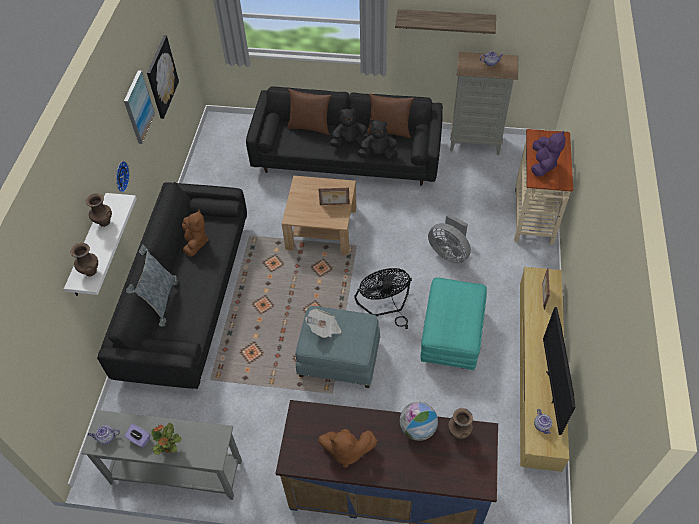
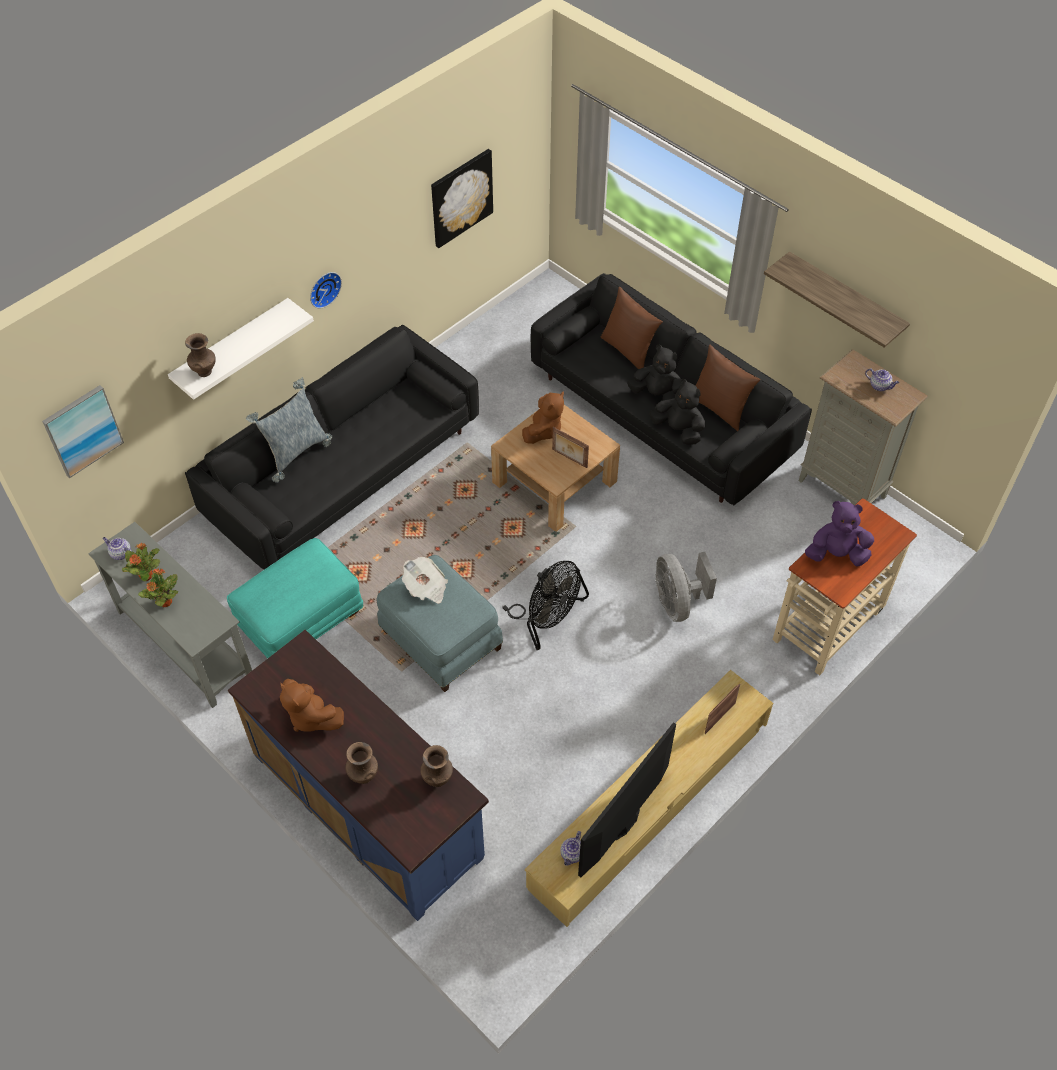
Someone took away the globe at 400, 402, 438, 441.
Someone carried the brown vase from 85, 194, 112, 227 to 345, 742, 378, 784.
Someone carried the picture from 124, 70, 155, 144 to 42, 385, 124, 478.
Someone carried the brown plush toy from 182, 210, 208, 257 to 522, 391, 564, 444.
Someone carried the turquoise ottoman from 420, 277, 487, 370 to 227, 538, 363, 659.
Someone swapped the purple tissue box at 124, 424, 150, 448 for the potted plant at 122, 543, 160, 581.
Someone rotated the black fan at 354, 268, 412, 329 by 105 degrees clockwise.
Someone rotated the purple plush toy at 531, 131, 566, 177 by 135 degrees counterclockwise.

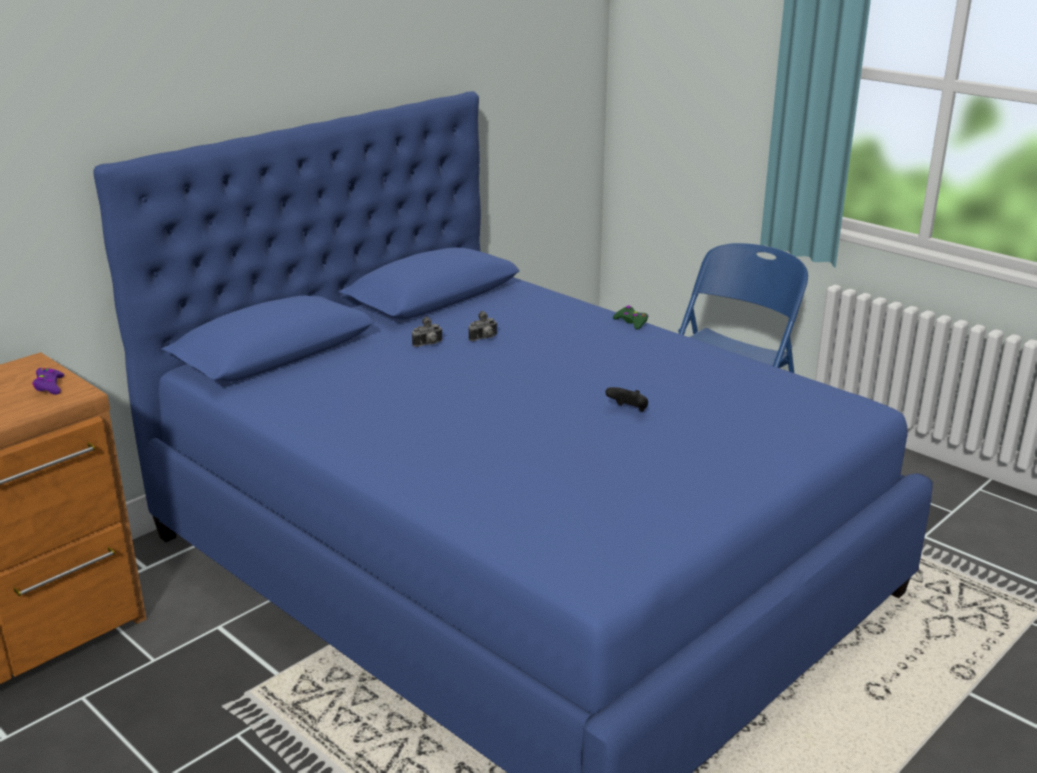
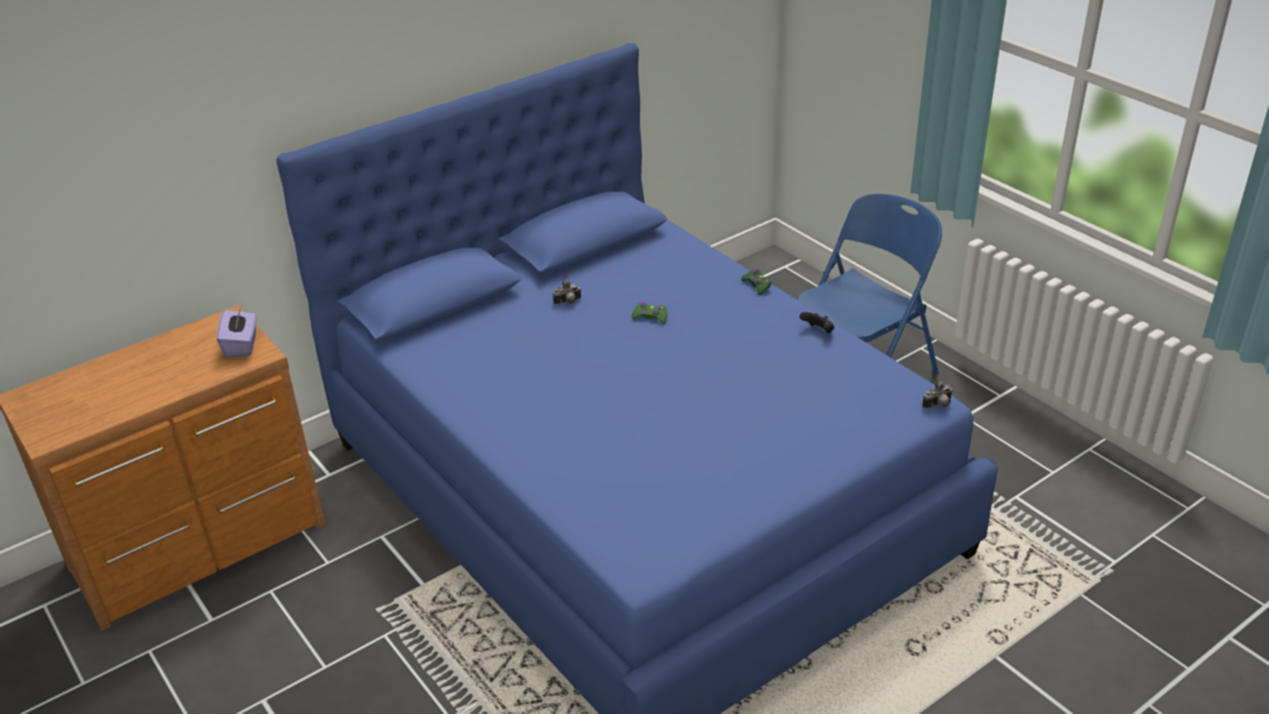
Someone put down the green game controller at 632, 302, 667, 324.
Someone carried the photo camera from 469, 311, 497, 341 to 922, 378, 953, 409.
Someone carried the black game controller from 605, 387, 648, 411 to 799, 312, 834, 333.
Someone swapped the purple game controller at 33, 368, 64, 395 for the purple tissue box at 217, 308, 257, 358.

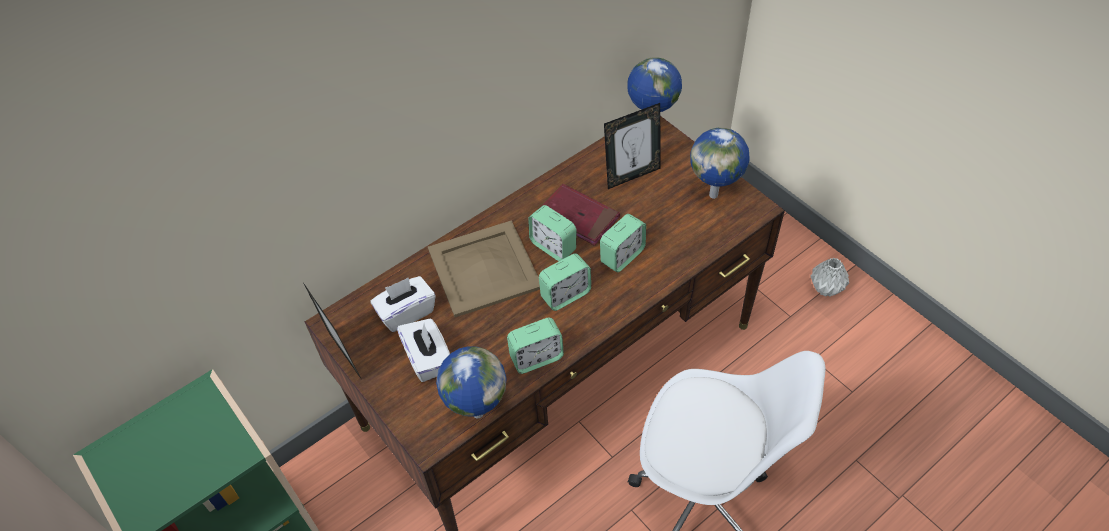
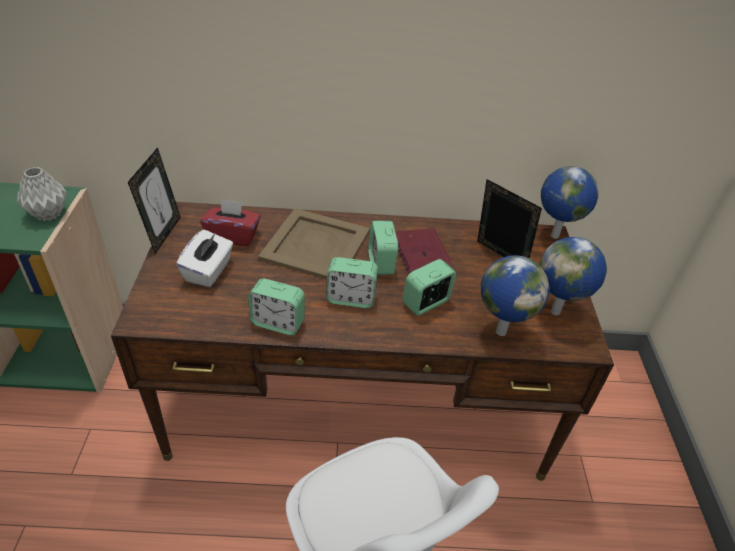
Someone carried the globe from 436, 346, 506, 418 to 481, 255, 549, 336.
Someone carried the grey vase from 811, 258, 849, 297 to 17, 167, 67, 221.
Someone repainted the white tissue box at 370, 276, 436, 332, which became the red tissue box at 200, 199, 261, 246.
Someone rotated the alarm clock at 600, 214, 646, 273 by 150 degrees clockwise.
Someone rotated the picture frame at 604, 103, 661, 189 by 150 degrees counterclockwise.

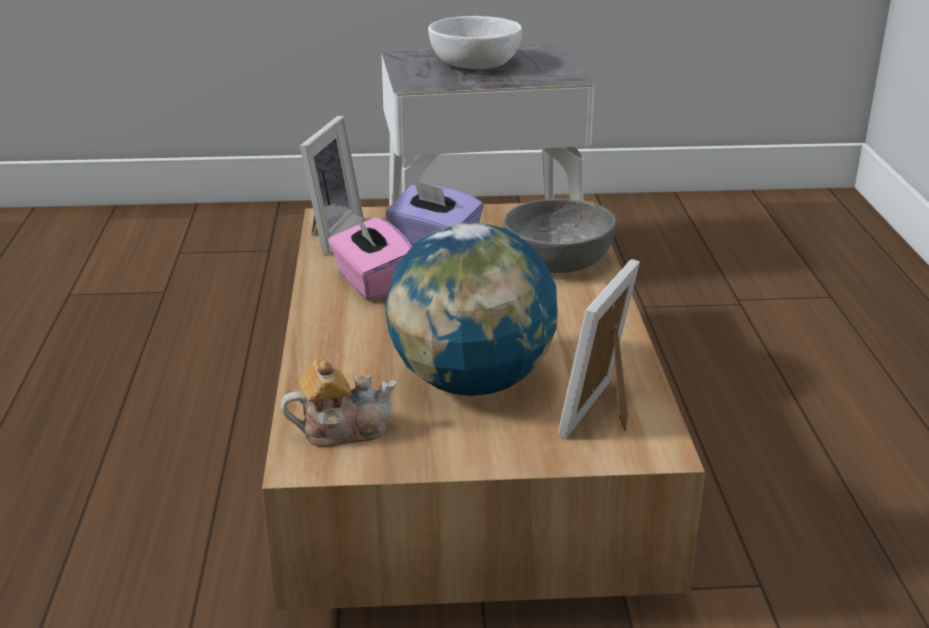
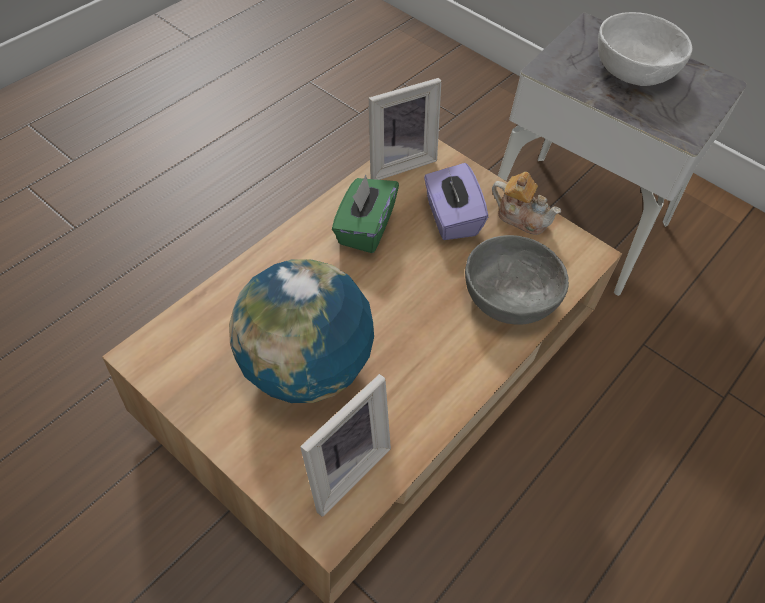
Someone carried the teapot from 281, 359, 398, 447 to 492, 172, 561, 235.
Someone repainted the pink tissue box at 329, 213, 412, 300, which became the green tissue box at 332, 175, 399, 253.
Someone rotated the picture frame at 557, 259, 640, 439 by 150 degrees clockwise.

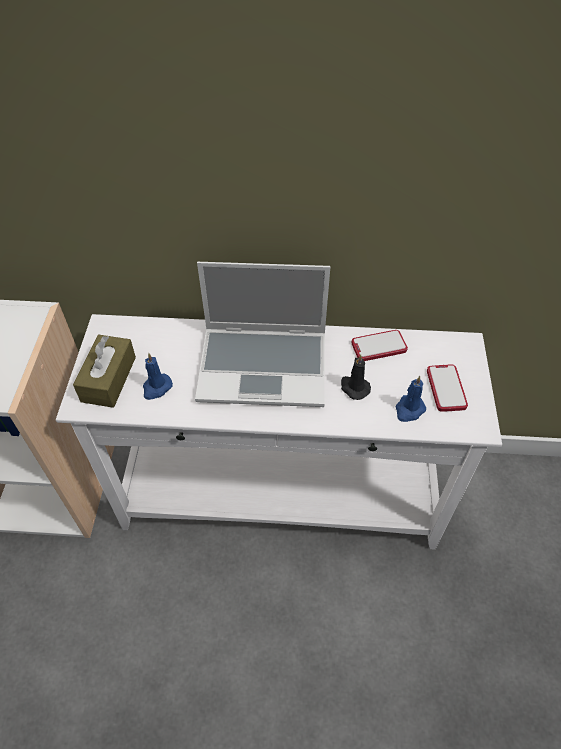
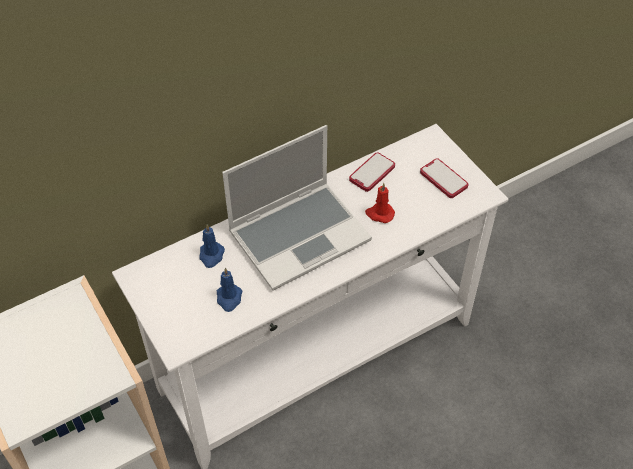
Someone took away the brown tissue box at 73, 335, 136, 408.
Someone carried the blue candle from 396, 376, 426, 422 to 199, 224, 225, 268.
Someone repainted the black candle at 341, 354, 371, 400, which became the red candle at 365, 183, 395, 223.

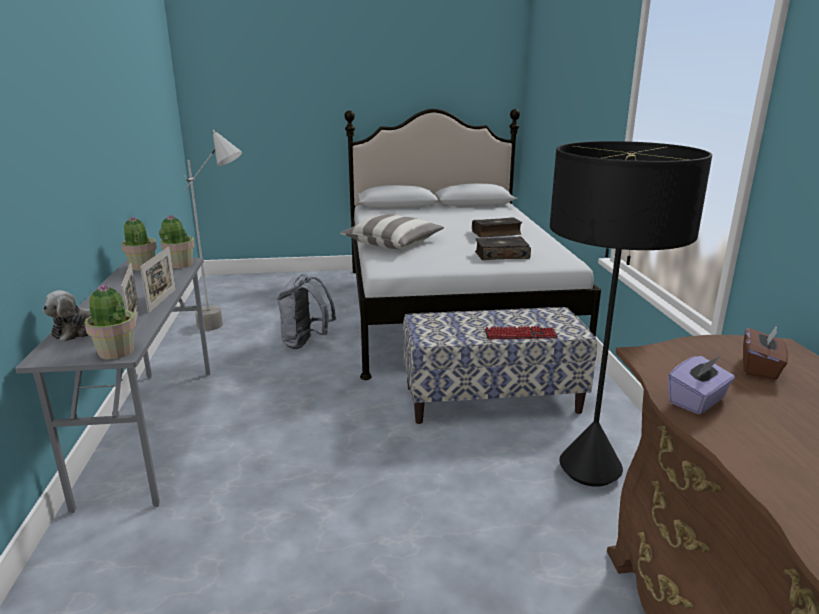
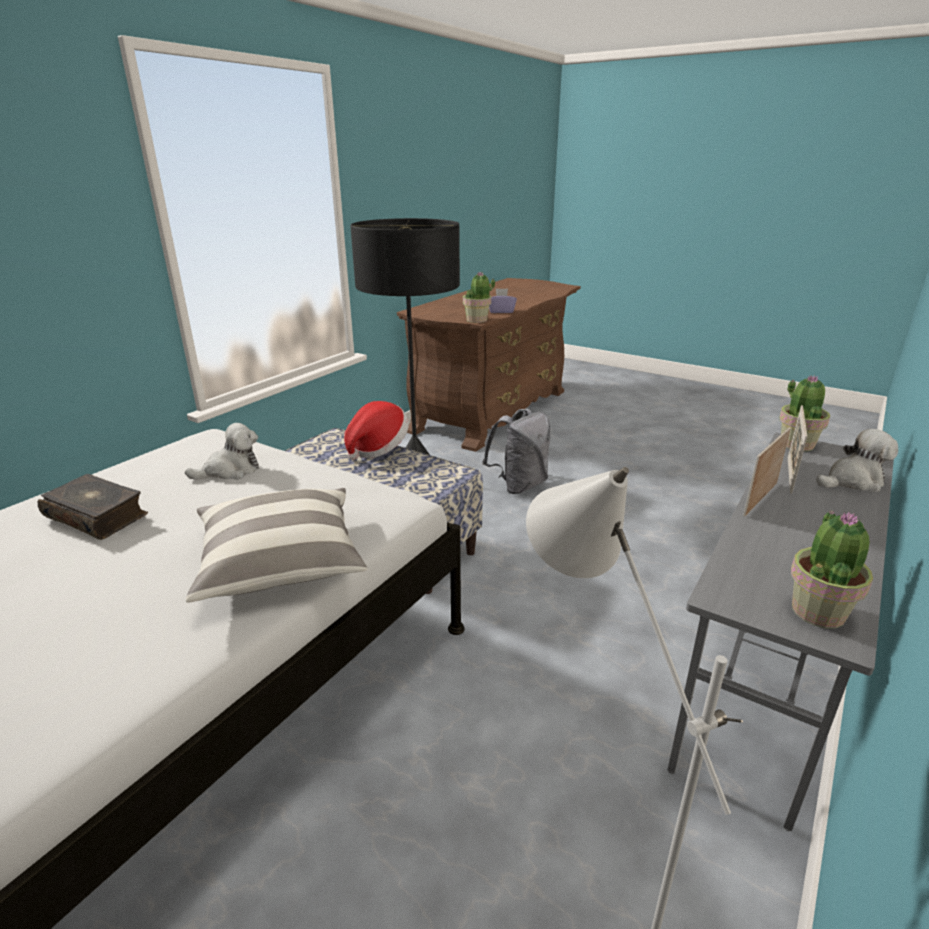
Someone took away the brown tissue box at 743, 325, 788, 380.
Someone carried the potted plant from 159, 215, 195, 269 to 463, 272, 495, 323.
Someone carried the grey backpack from 277, 274, 336, 349 to 482, 409, 551, 494.
Someone swapped the book at 475, 236, 531, 260 for the plush toy at 185, 423, 259, 480.
Someone swapped the keyboard at 485, 326, 558, 339 for the hat at 344, 401, 409, 460.

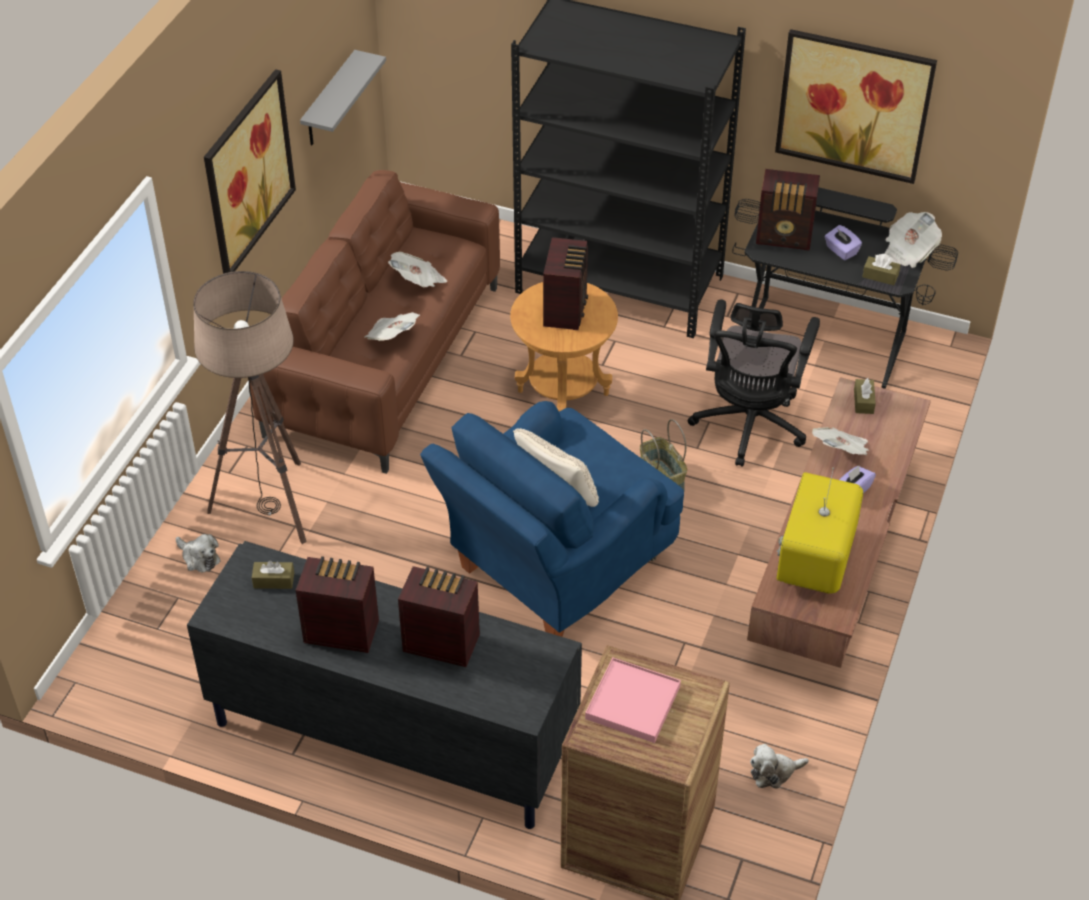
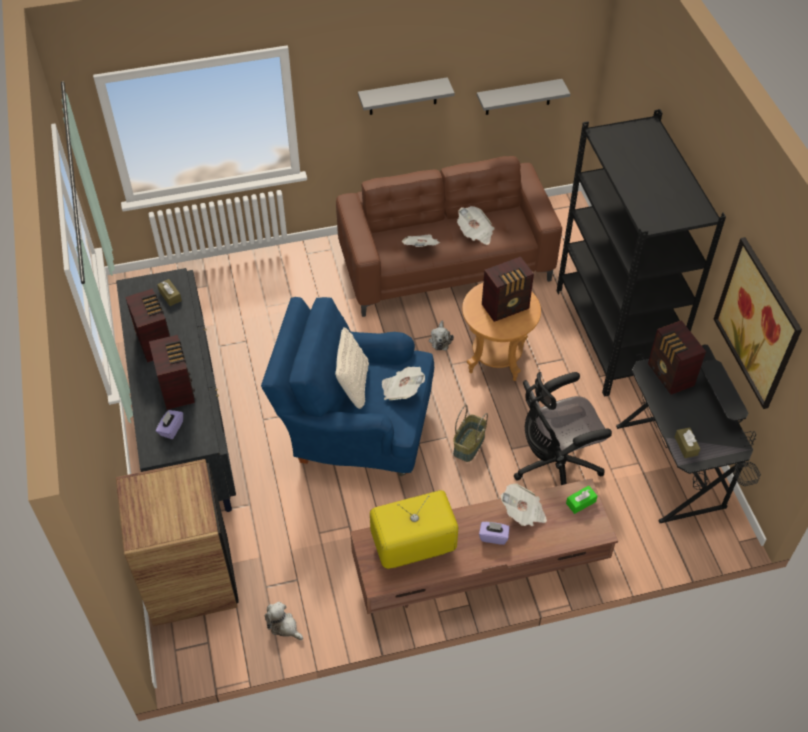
Someone took away the floor lamp at 193, 271, 307, 544.
Someone took away the pink tray at 585, 657, 681, 743.
Someone carried the plush toy from 176, 534, 221, 573 to 429, 321, 454, 350.
Someone carried the purple tissue box from 824, 225, 862, 260 to 156, 410, 183, 439.
Someone carried the newspaper from 884, 212, 942, 268 to 382, 367, 425, 400.
Someone swapped the picture at 204, 69, 296, 274 for the grey shelf at 358, 77, 455, 115.
Someone repainted the brown tissue box at 854, 378, 876, 414, which became the green tissue box at 566, 486, 597, 514.

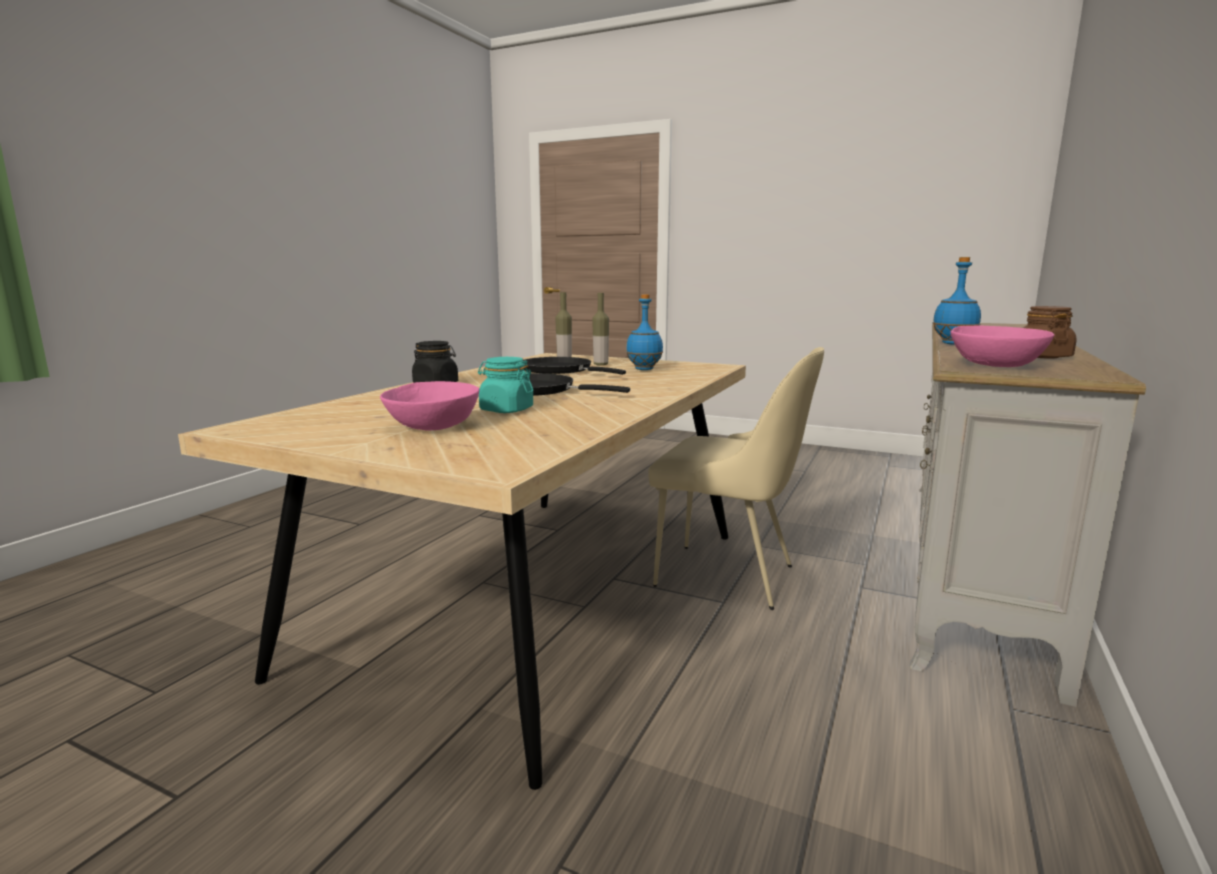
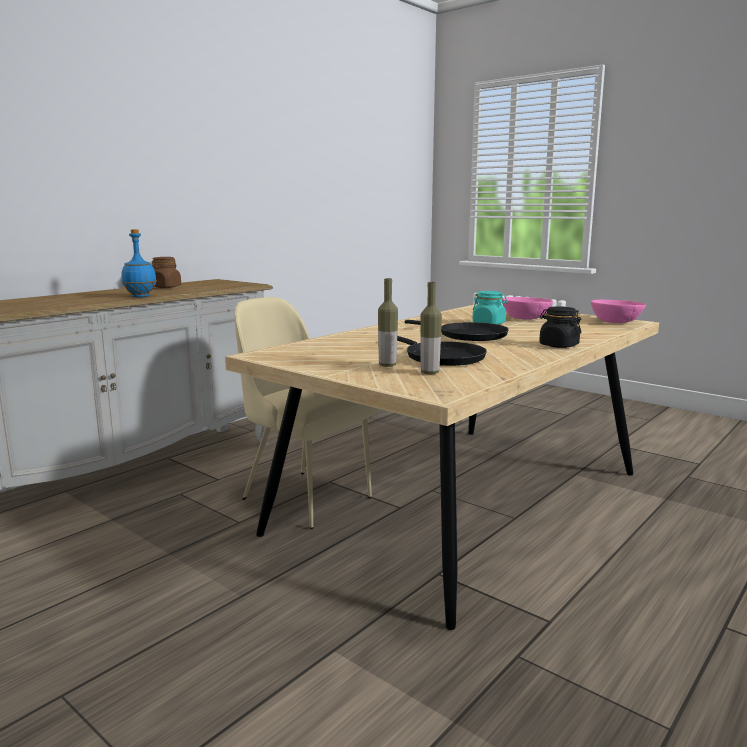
Someone took away the blue bottle at 626, 294, 663, 370.
Someone carried the pink bowl from 951, 326, 1054, 367 to 591, 300, 646, 323.

